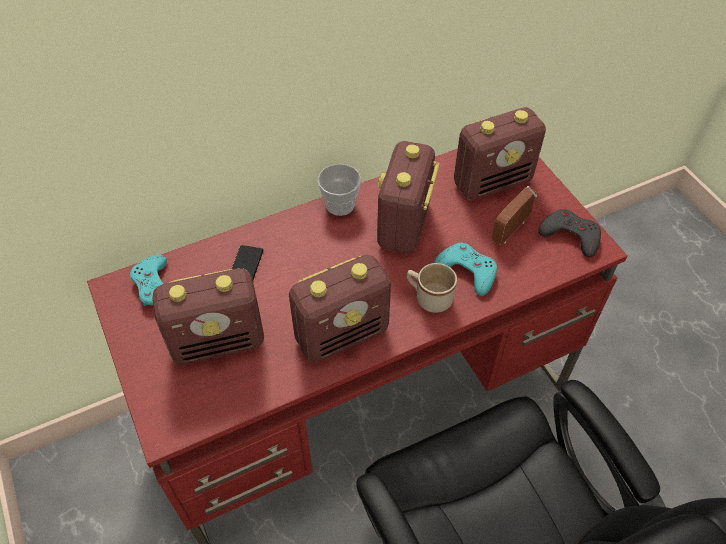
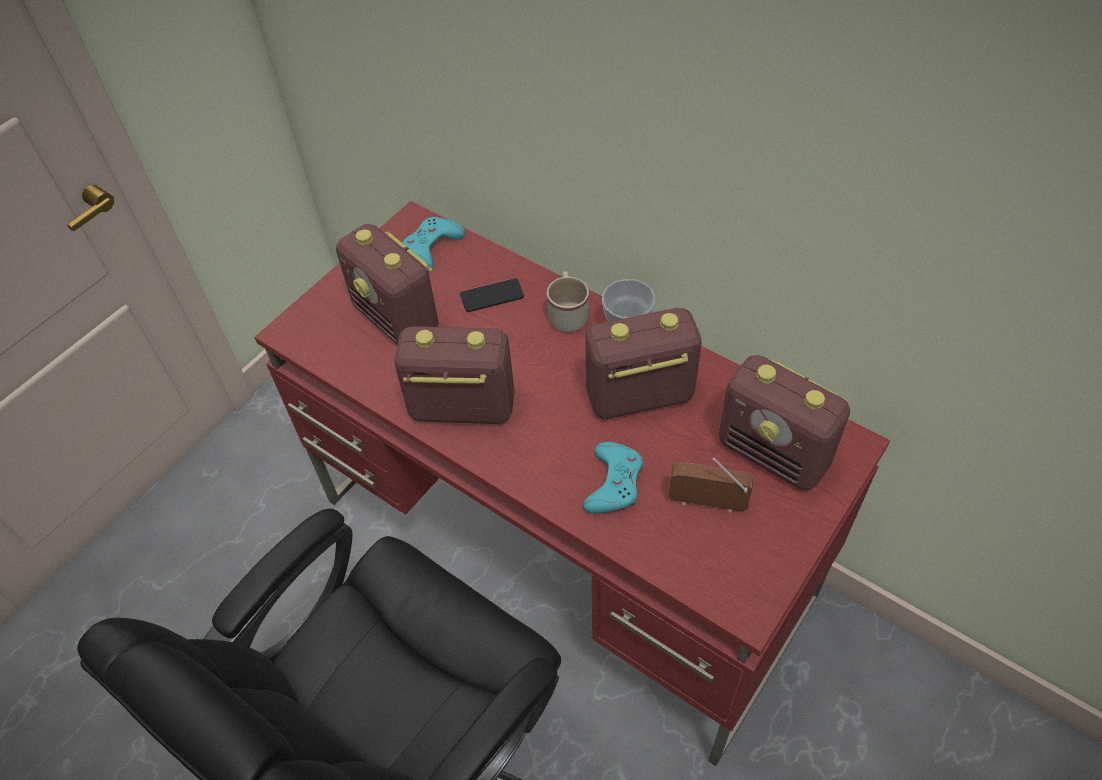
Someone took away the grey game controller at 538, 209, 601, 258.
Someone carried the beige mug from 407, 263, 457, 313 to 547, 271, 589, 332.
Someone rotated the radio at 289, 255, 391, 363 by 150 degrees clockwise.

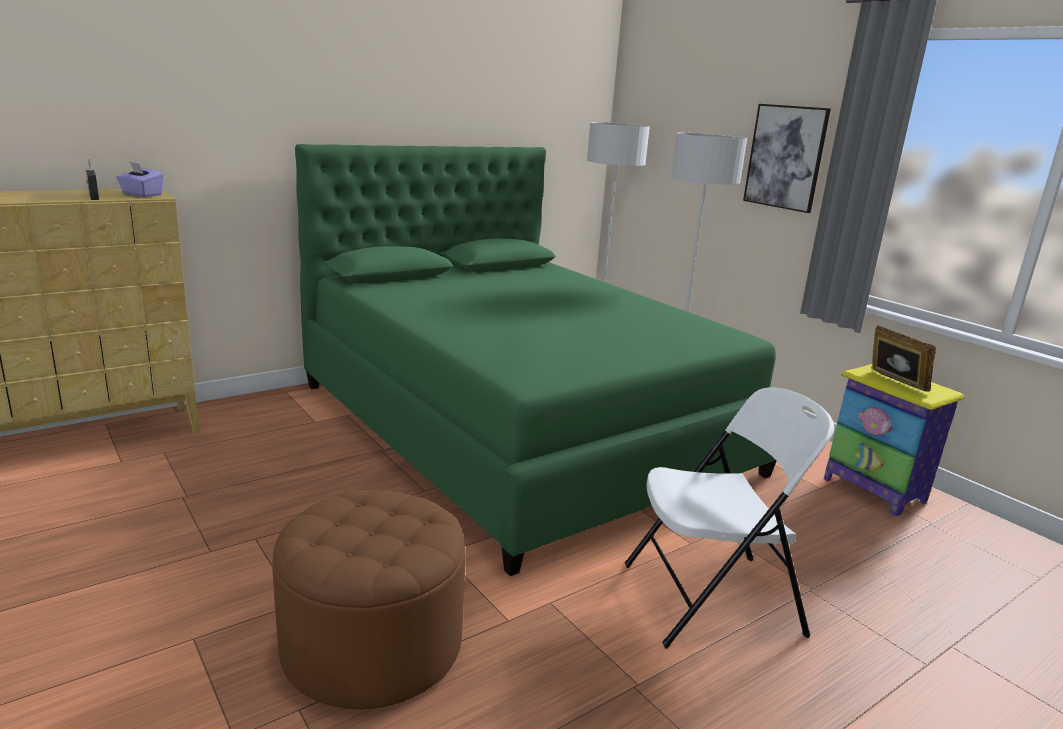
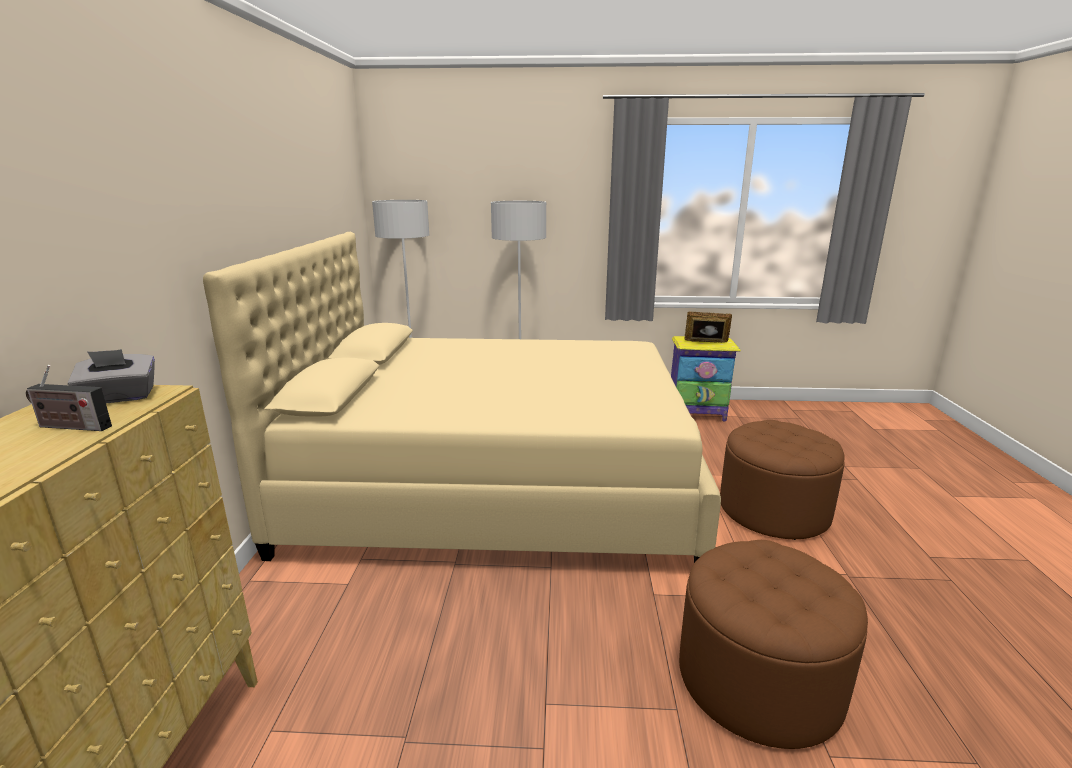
Someone took away the picture at 743, 104, 831, 213.
Someone swapped the white chair at 625, 387, 834, 649 for the brown ottoman at 720, 420, 845, 540.
Someone repainted the purple tissue box at 116, 161, 164, 197, which became the grey tissue box at 68, 349, 155, 404.
Someone repainted the green bed at 295, 144, 776, 576, which became the beige bed at 203, 232, 721, 563.

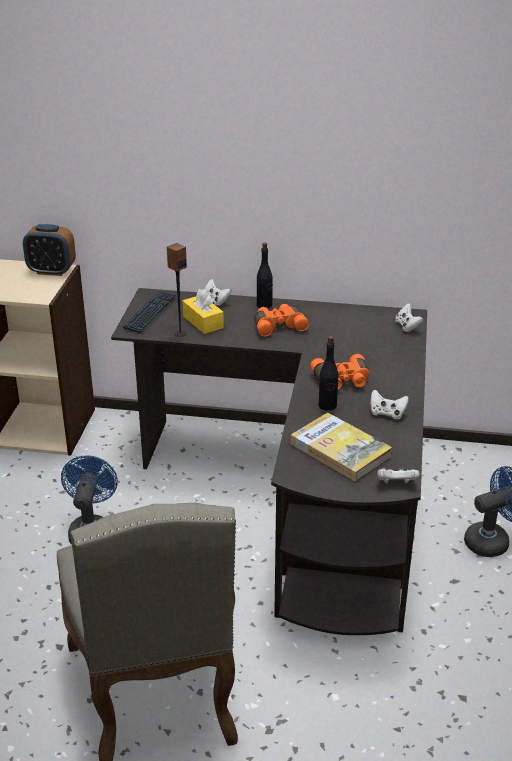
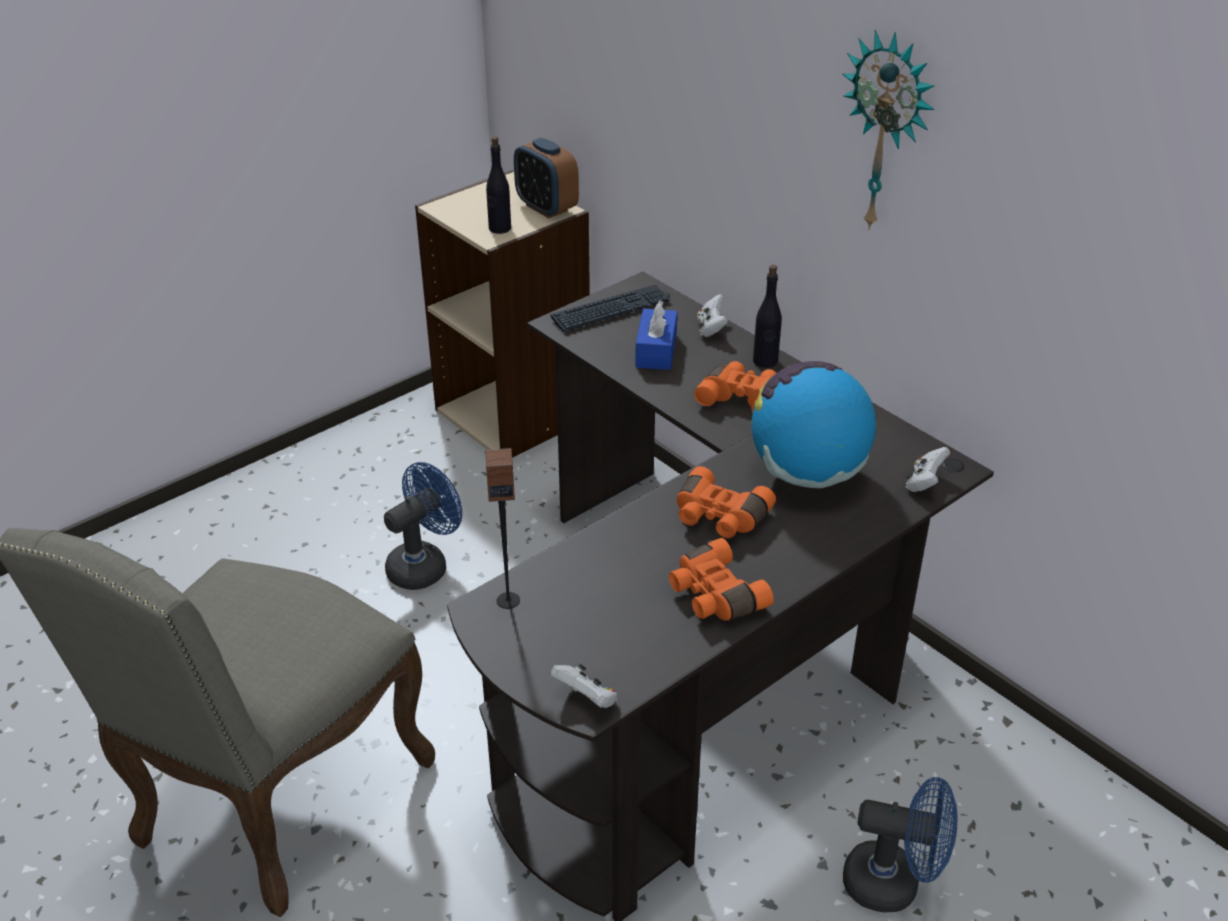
Someone took away the book at 291, 412, 392, 481.
Someone put down the globe at 751, 361, 876, 488.
Someone put up the wall clock at 842, 30, 935, 231.
Someone carried the speaker from 167, 243, 187, 337 to 486, 448, 520, 609.
Someone carried the black bottle from 319, 336, 338, 411 to 486, 136, 511, 234.
Someone swapped the white game controller at 370, 389, 409, 420 for the orange binoculars at 669, 538, 774, 621.
Someone repainted the yellow tissue box at 182, 289, 224, 334, which became the blue tissue box at 635, 301, 677, 370.

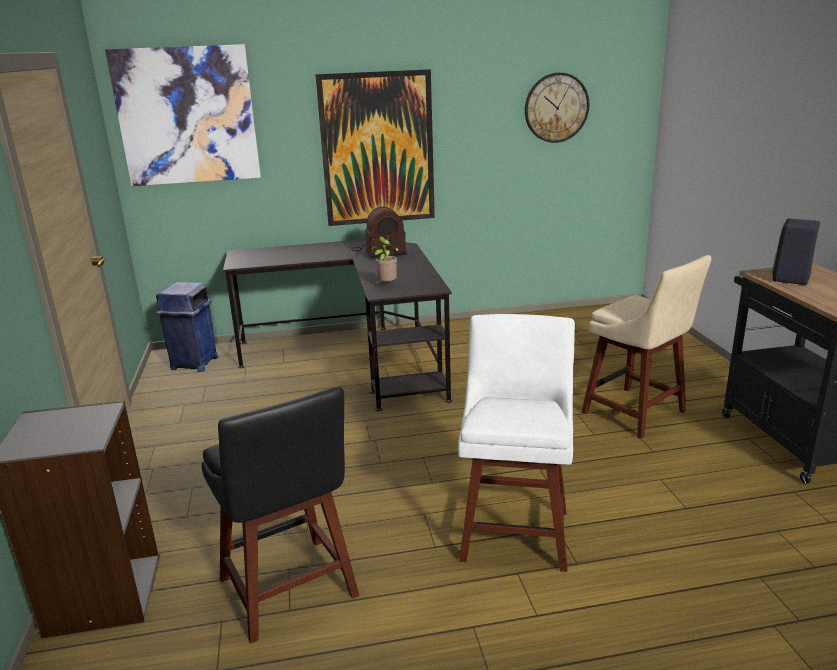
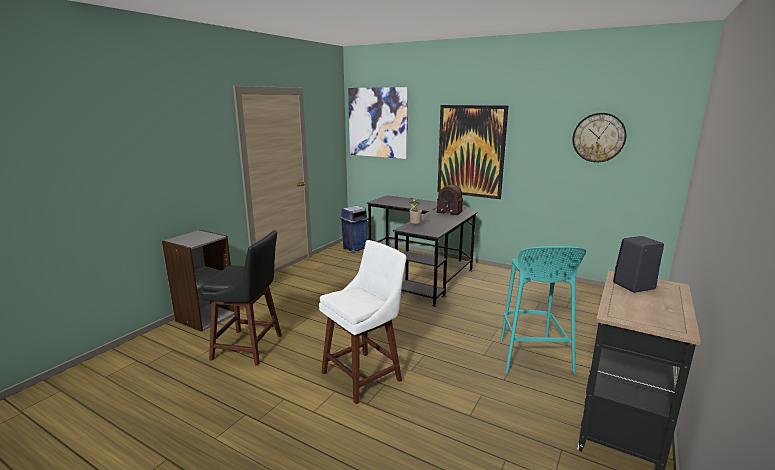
Someone swapped the beige chair at 581, 255, 711, 439 for the turquoise stool at 500, 246, 586, 374.
Someone rotated the black chair at 202, 386, 359, 644 by 90 degrees counterclockwise.

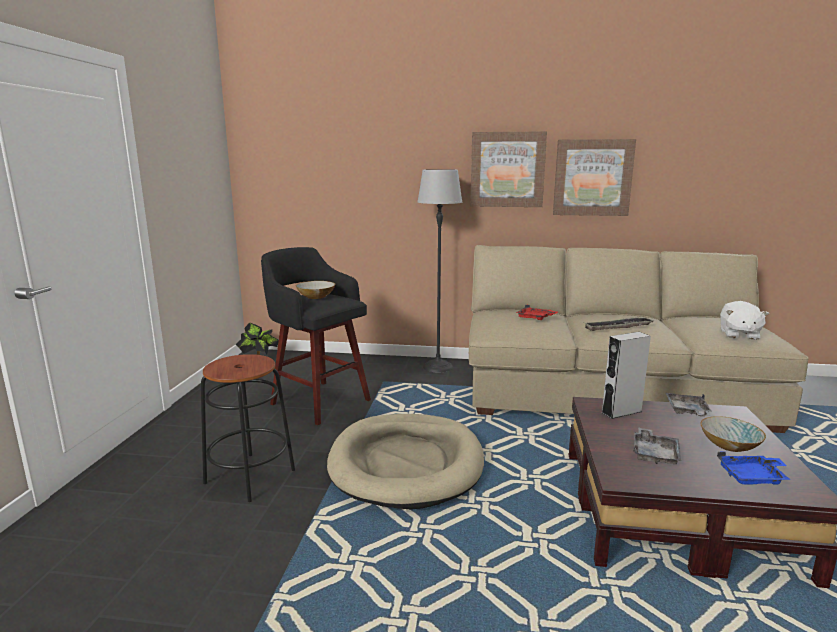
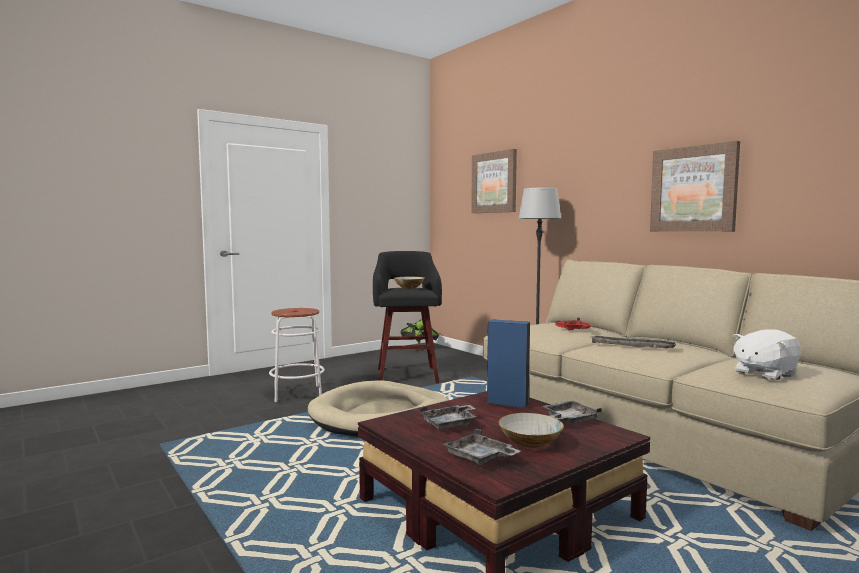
Someone carried the picture from 470, 131, 547, 207 to 471, 149, 517, 213.
Someone repainted the black stool at 201, 354, 295, 502, which became the white stool at 269, 308, 325, 402.
Someone repainted the grey speaker at 601, 332, 651, 419, which became the blue speaker at 486, 319, 530, 408.
Someone repainted the blue tray at 717, 451, 791, 485, which became the grey tray at 443, 429, 521, 465.

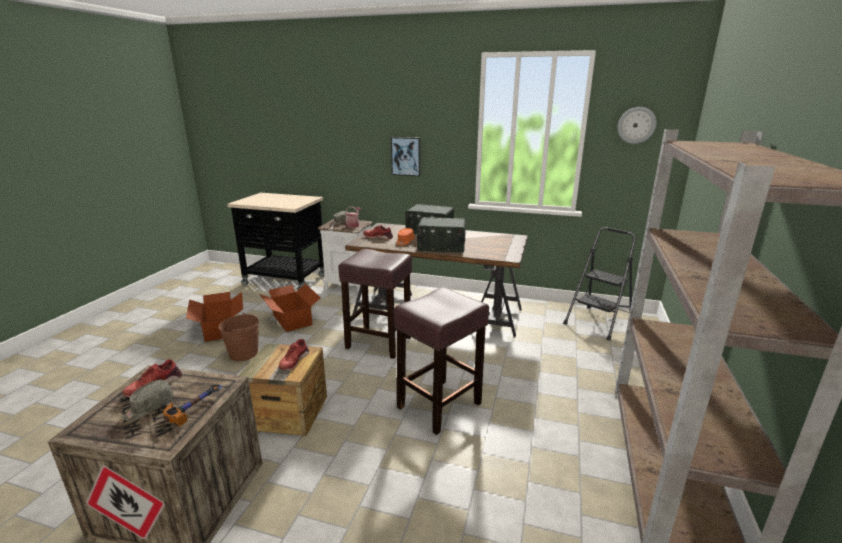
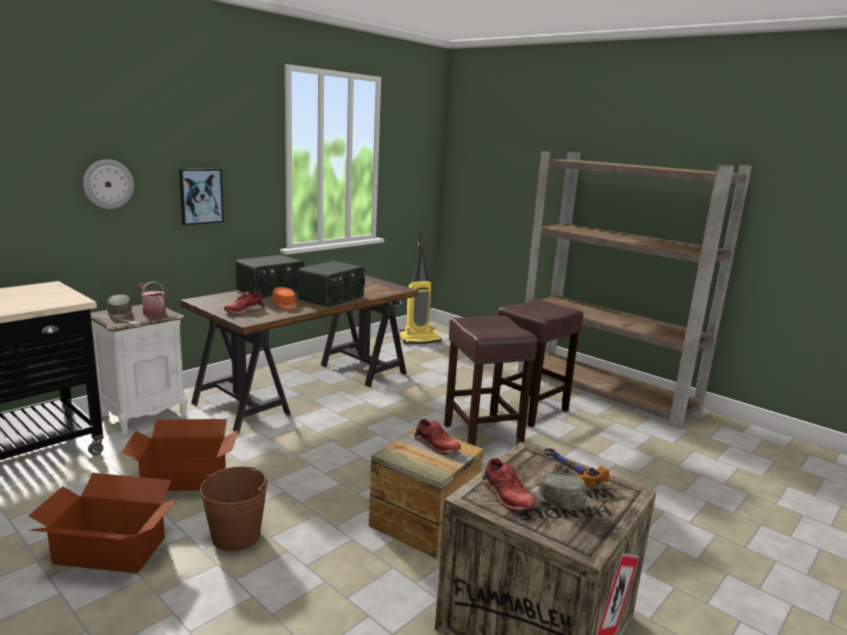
Someone carried the brown stool from 338, 249, 412, 359 to 498, 299, 583, 428.
Someone carried the wall clock from 618, 107, 657, 144 to 83, 159, 134, 209.
Someone swapped the black step ladder at 563, 227, 636, 341 for the vacuum cleaner at 399, 233, 441, 344.
Someone rotated the grey cap at 123, 380, 173, 421 by 150 degrees clockwise.

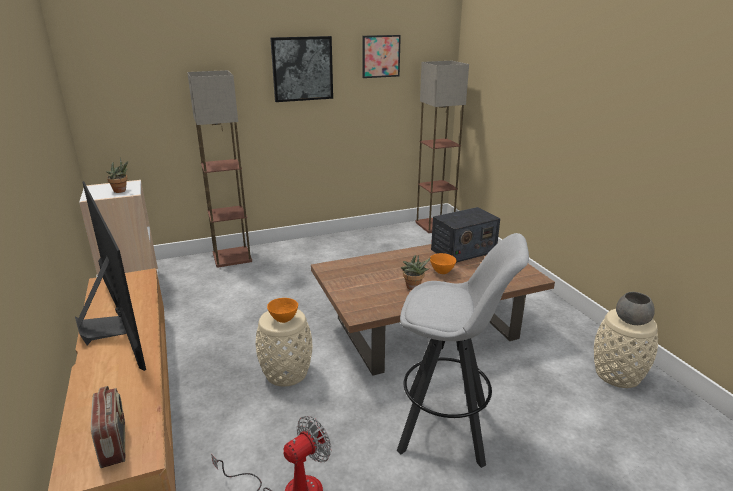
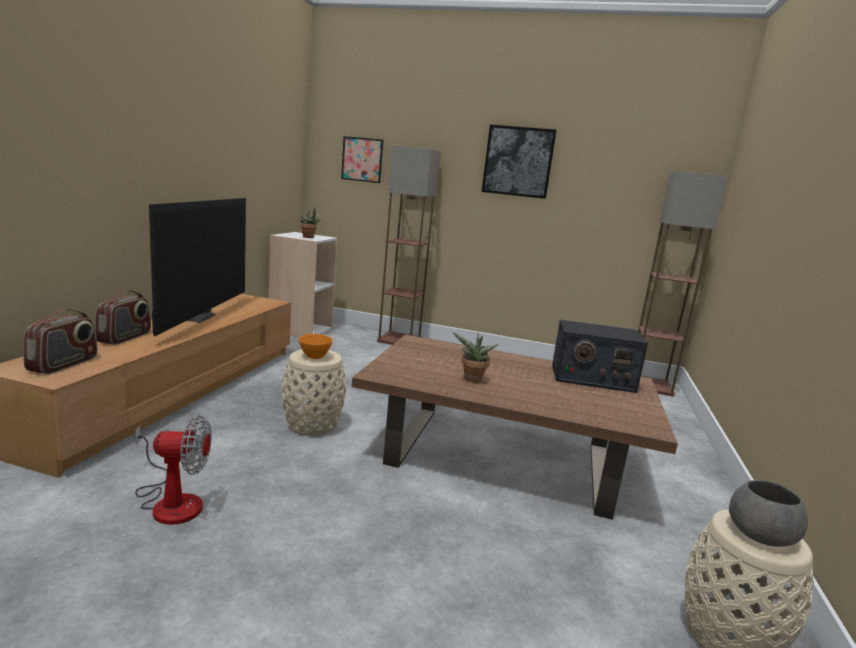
Someone took away the grey stool at 397, 233, 529, 468.
Someone took away the orange bowl at 430, 253, 456, 274.
Someone put down the radio at 95, 290, 151, 345.
Someone carried the picture from 362, 35, 401, 78 to 341, 136, 383, 183.

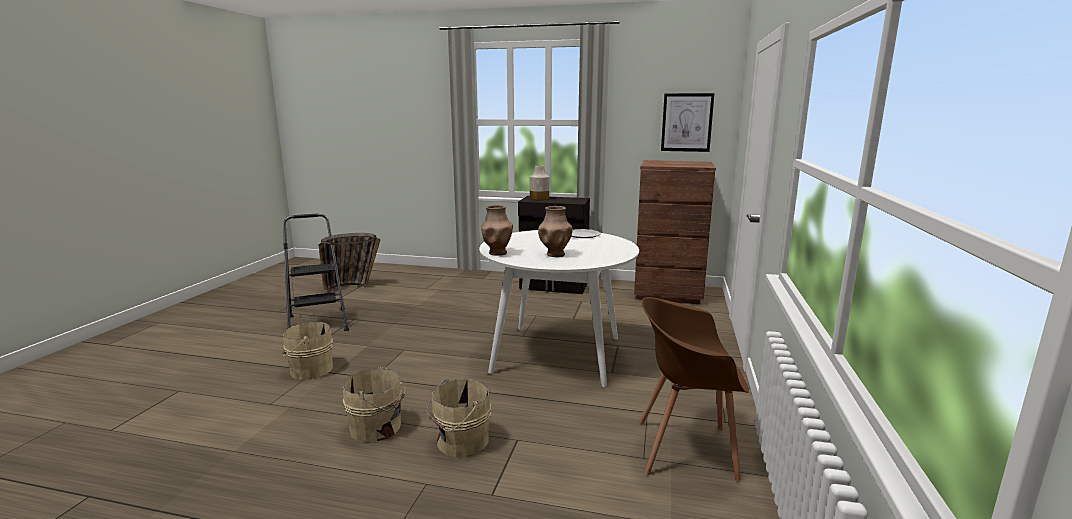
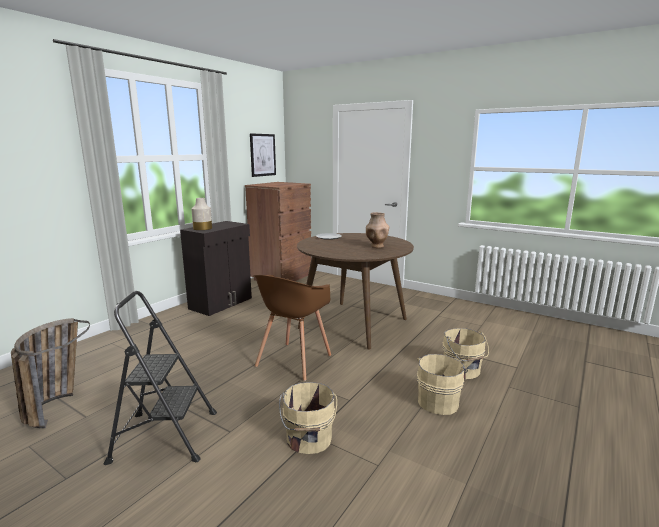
Someone took away the brown vase at 481, 205, 513, 256.
Someone carried the brown chair from 640, 297, 749, 481 to 253, 275, 331, 381.
Someone repainted the white dining table at 479, 230, 639, 387, which became the brown dining table at 297, 233, 414, 350.

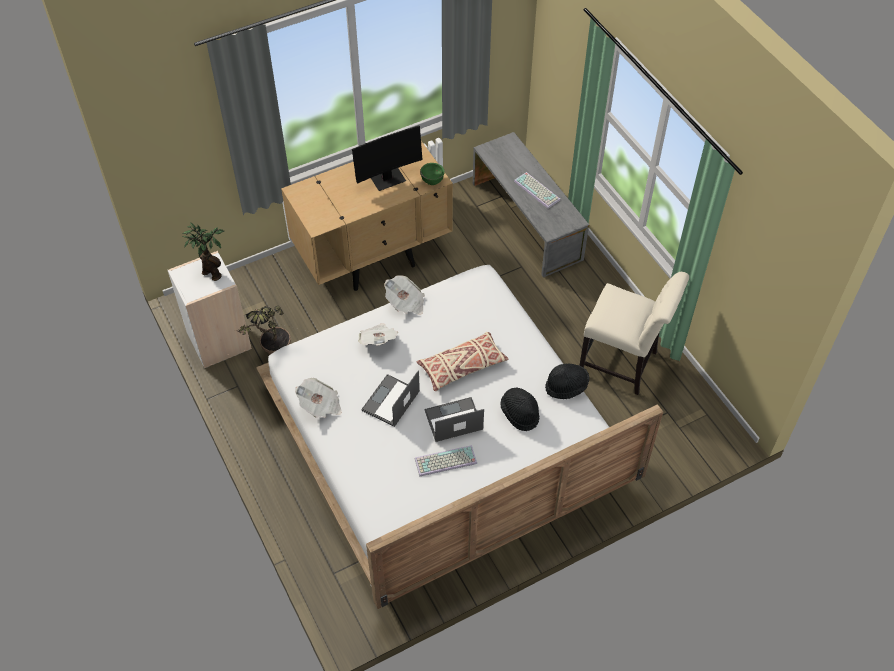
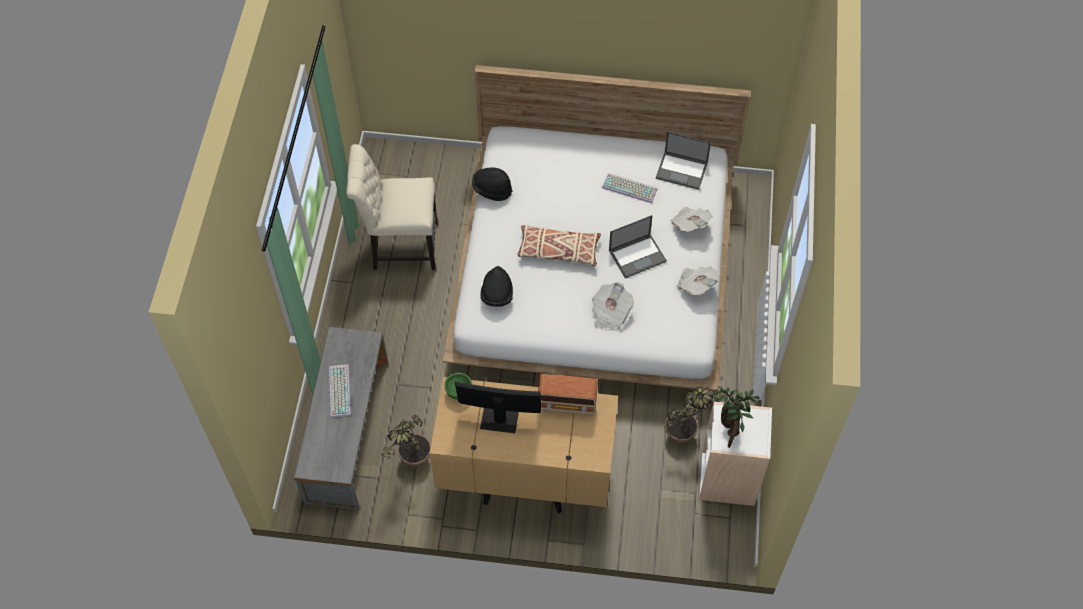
Someone put down the potted plant at 382, 415, 431, 467.
Someone put down the radio at 538, 374, 598, 414.
Someone carried the newspaper from 384, 275, 425, 315 to 670, 207, 713, 232.
Someone carried the laptop from 425, 397, 484, 442 to 656, 132, 711, 190.
Someone carried the black hat from 500, 388, 539, 431 to 481, 266, 513, 307.
Someone rotated the beige chair at 580, 272, 689, 395 by 60 degrees counterclockwise.

